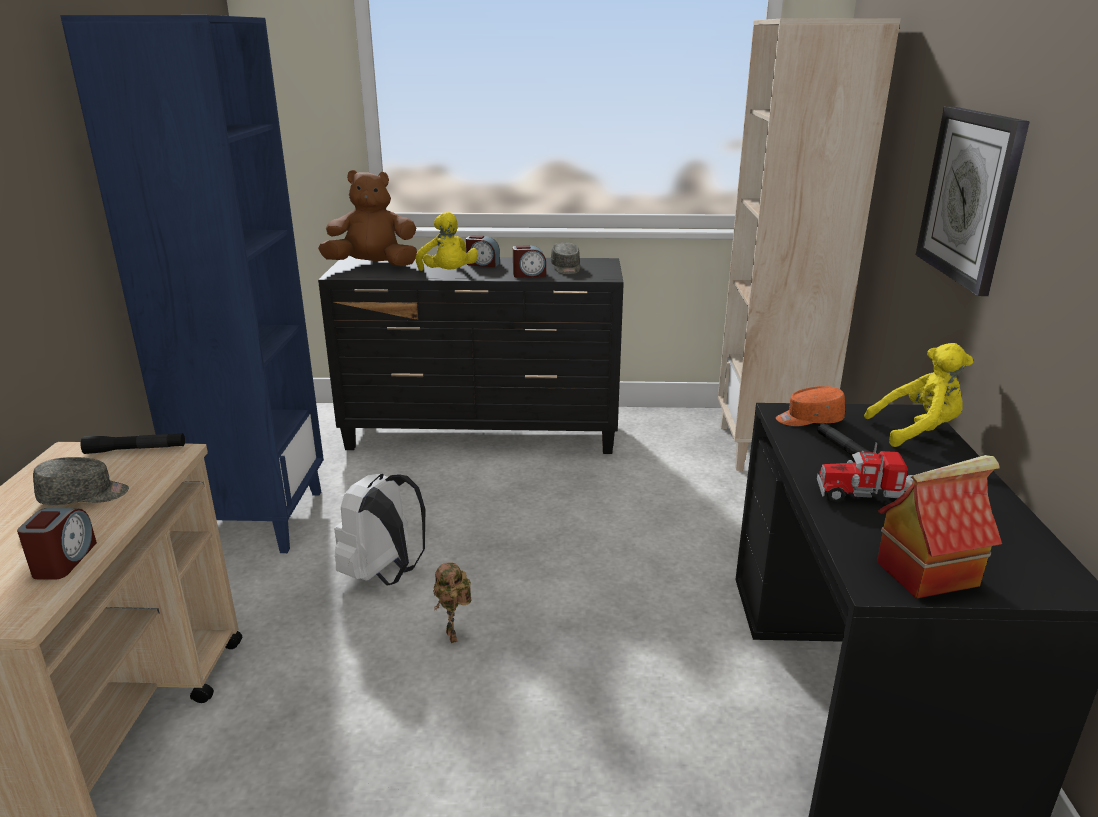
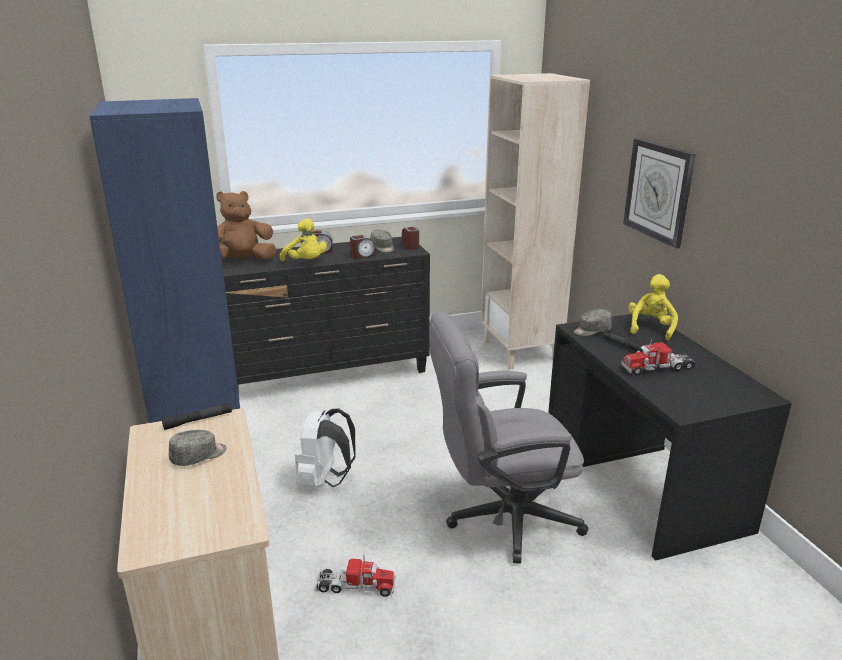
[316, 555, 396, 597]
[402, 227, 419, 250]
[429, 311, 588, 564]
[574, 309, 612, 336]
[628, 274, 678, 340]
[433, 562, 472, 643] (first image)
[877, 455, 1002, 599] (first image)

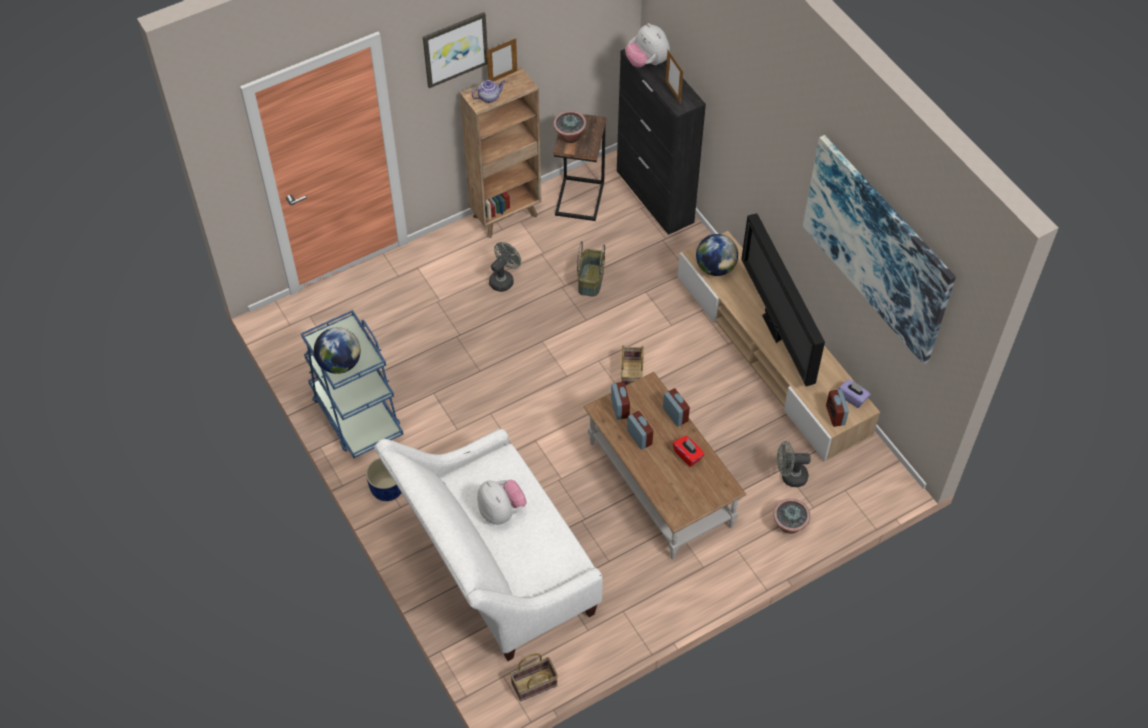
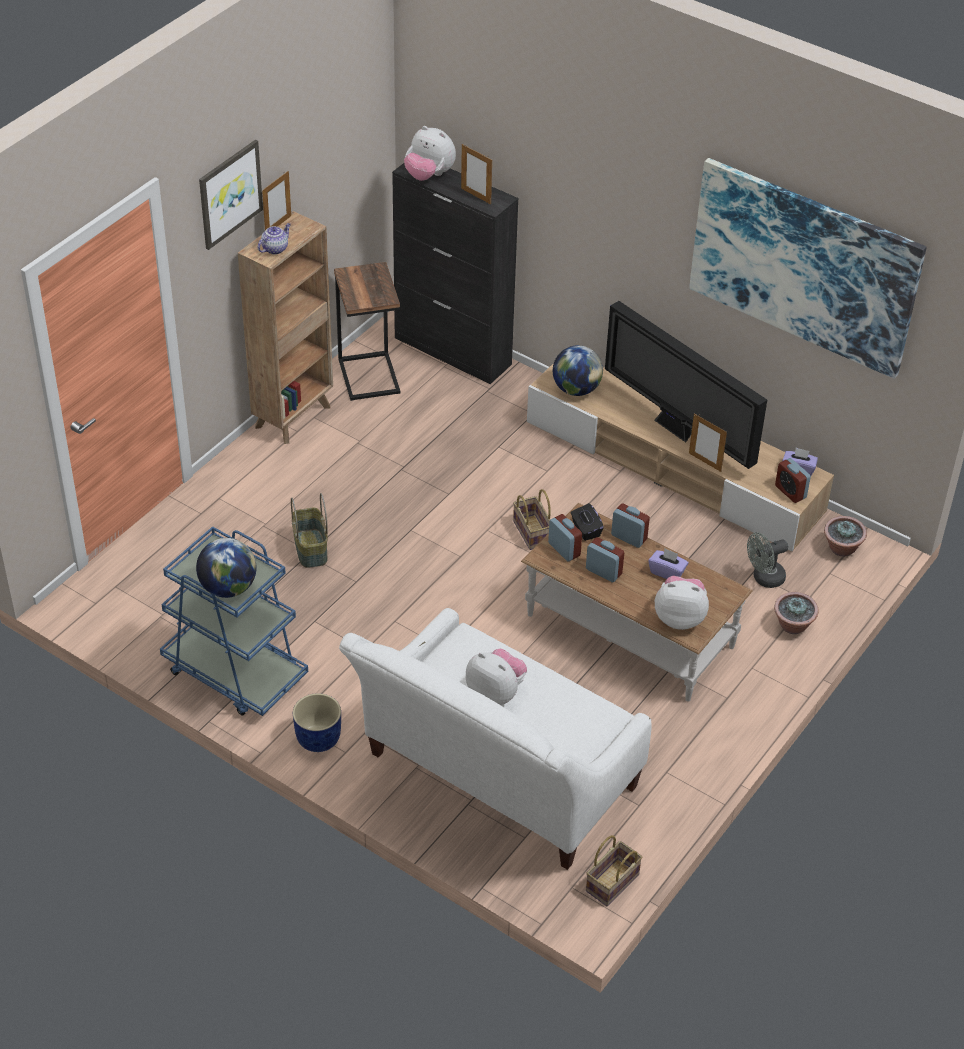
[291, 493, 328, 568]
[571, 503, 604, 541]
[648, 548, 689, 579]
[655, 576, 709, 630]
[689, 414, 727, 472]
[824, 516, 867, 557]
[489, 242, 521, 292] (first image)

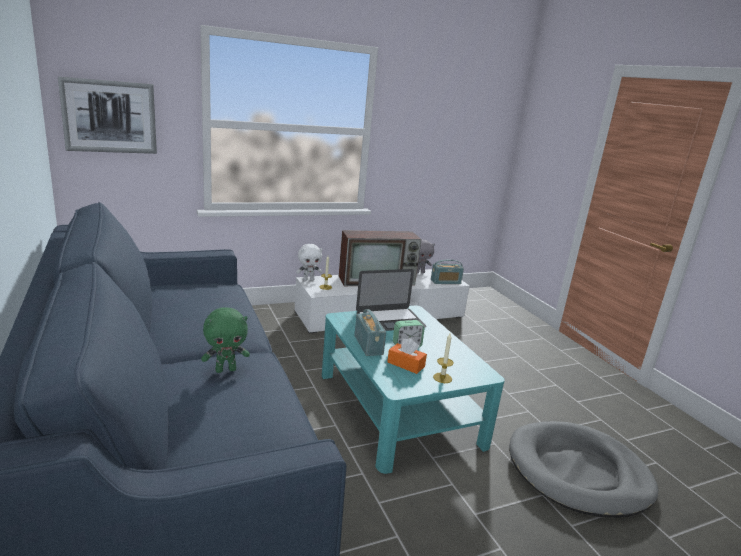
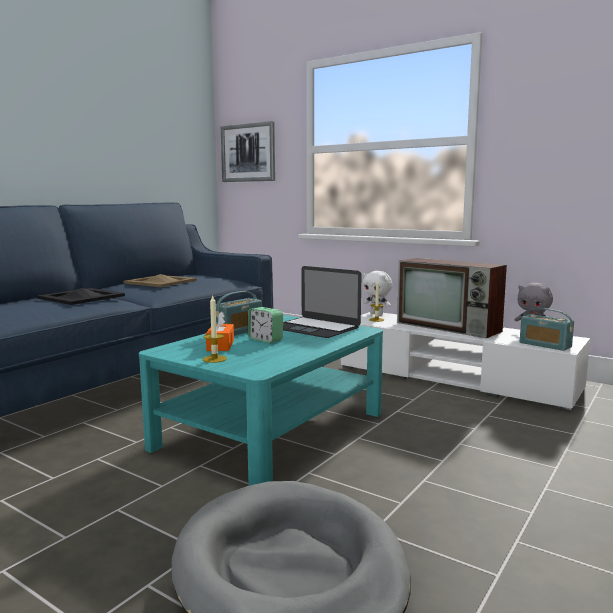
[37, 288, 125, 305]
[124, 274, 197, 287]

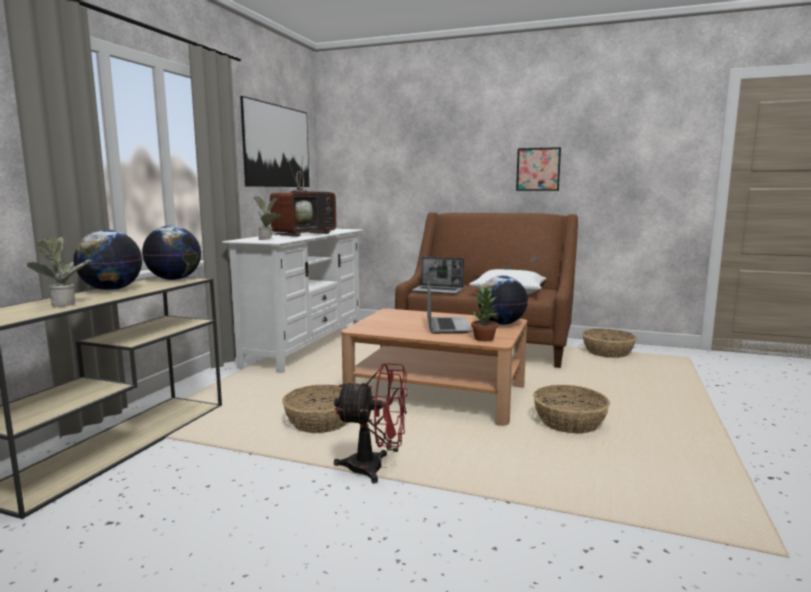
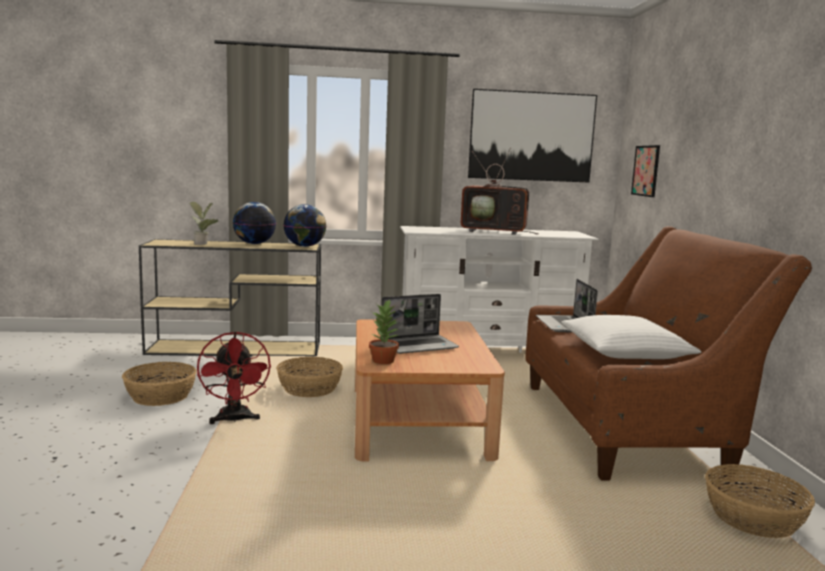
[122, 362, 197, 406]
[631, 145, 660, 197]
[254, 196, 283, 240] (first image)
[478, 276, 528, 325] (first image)

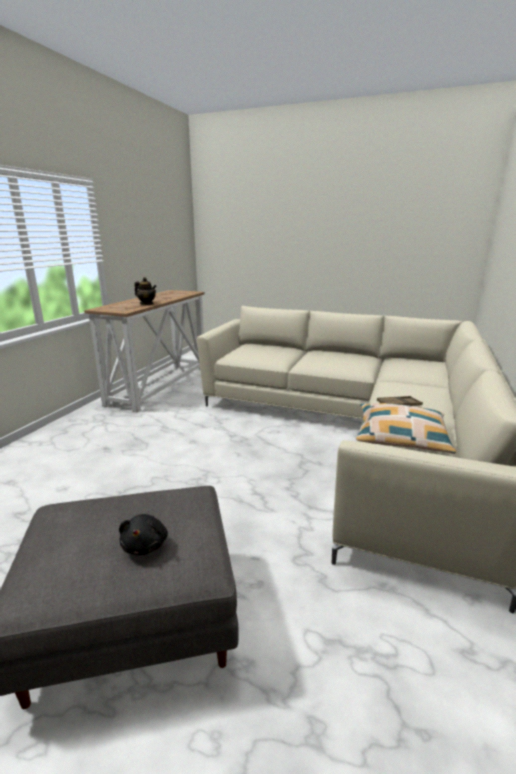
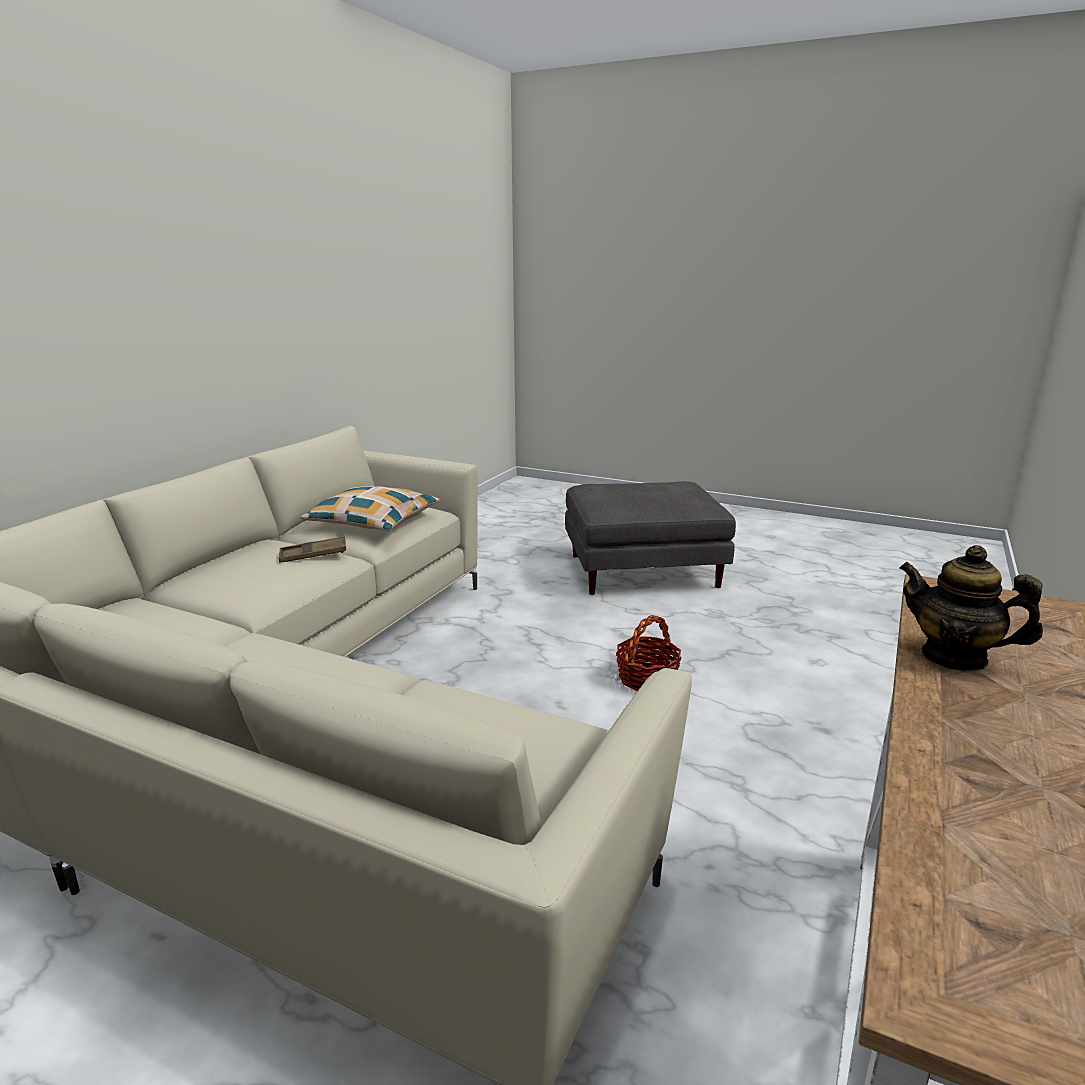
[616, 615, 681, 691]
[119, 514, 168, 555] (first image)

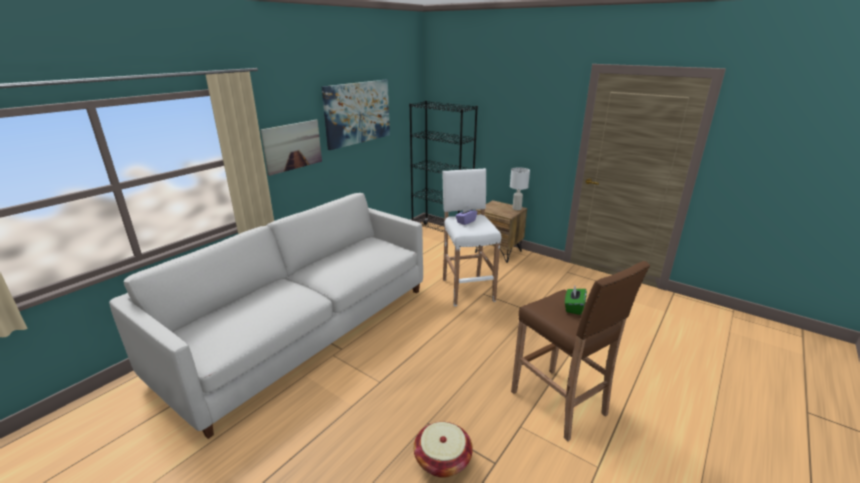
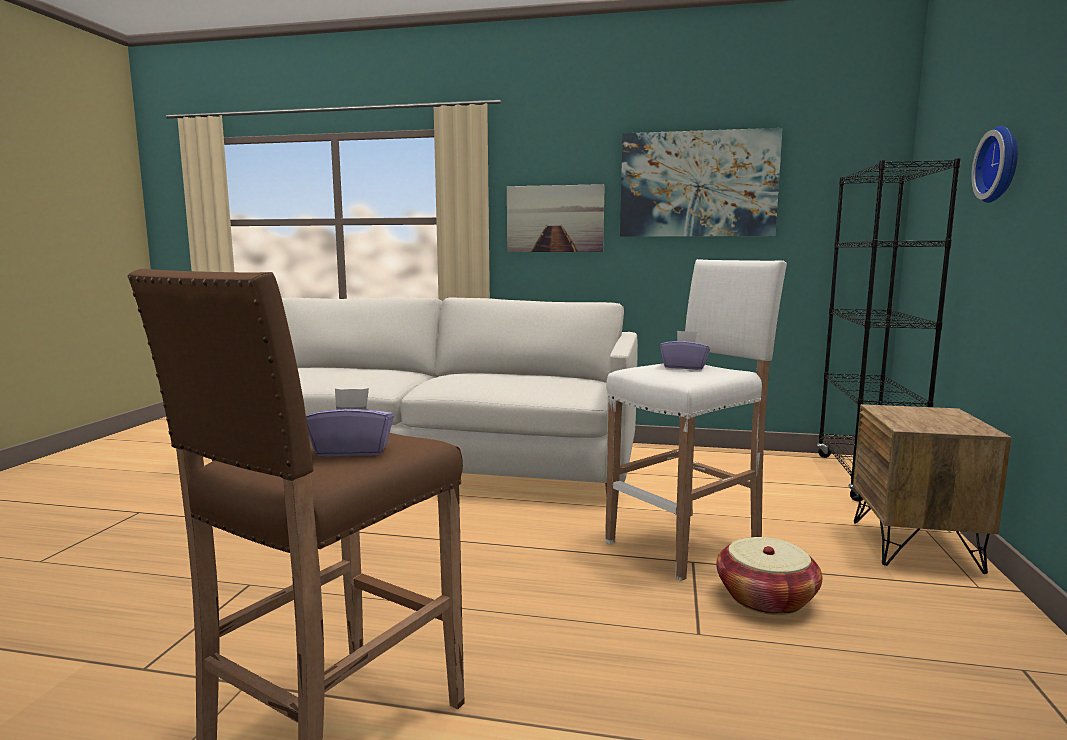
[306, 388, 394, 456]
[716, 537, 822, 615]
[971, 126, 1018, 203]
[510, 167, 530, 210] (first image)

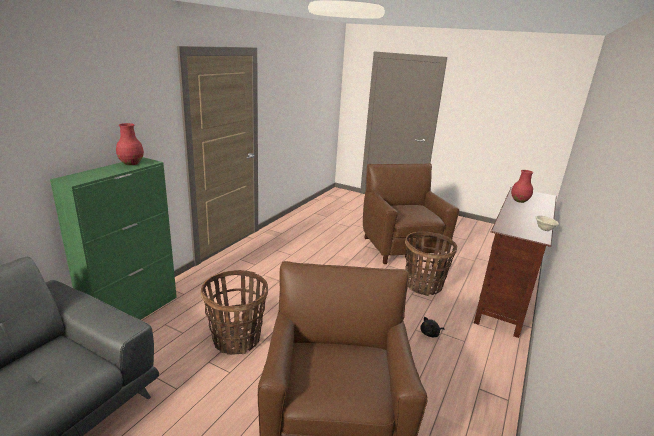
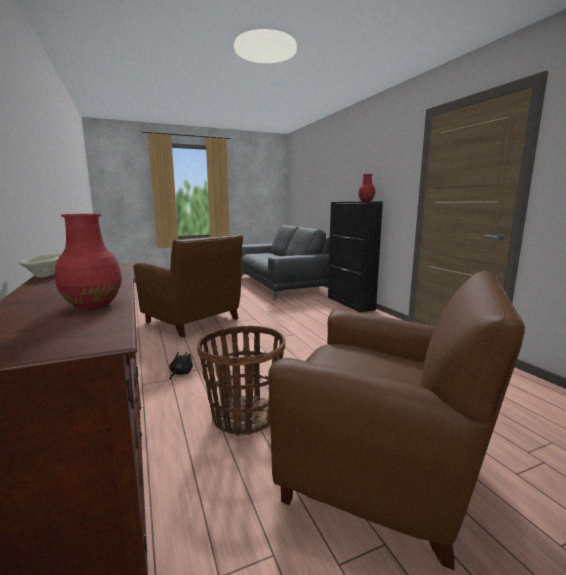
[328, 201, 383, 312]
[201, 270, 268, 355] (first image)

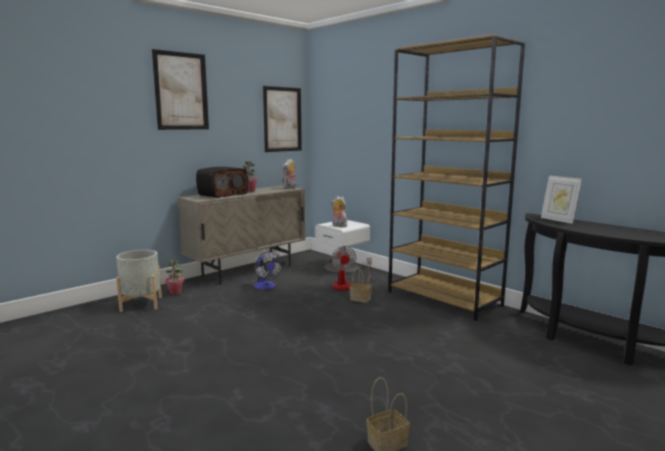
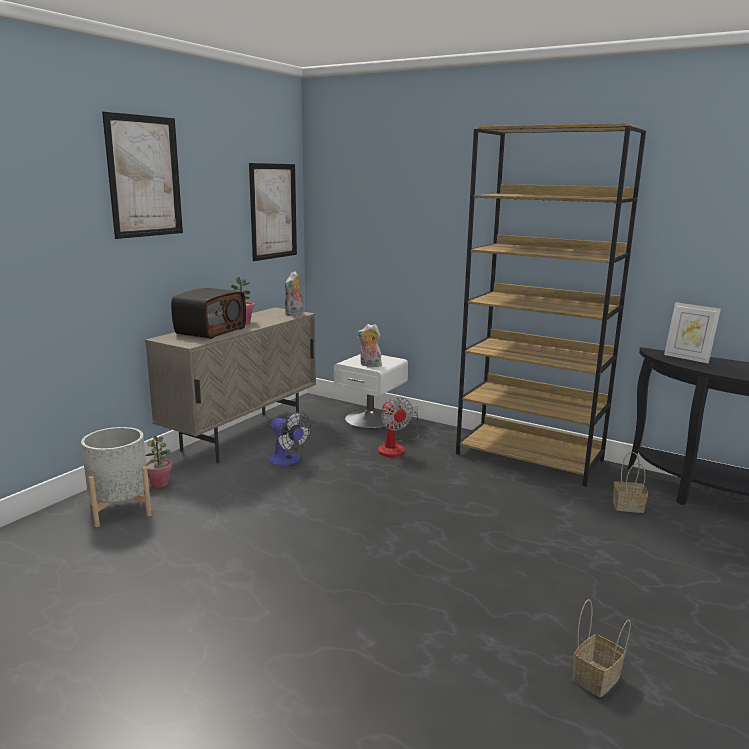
[613, 452, 648, 513]

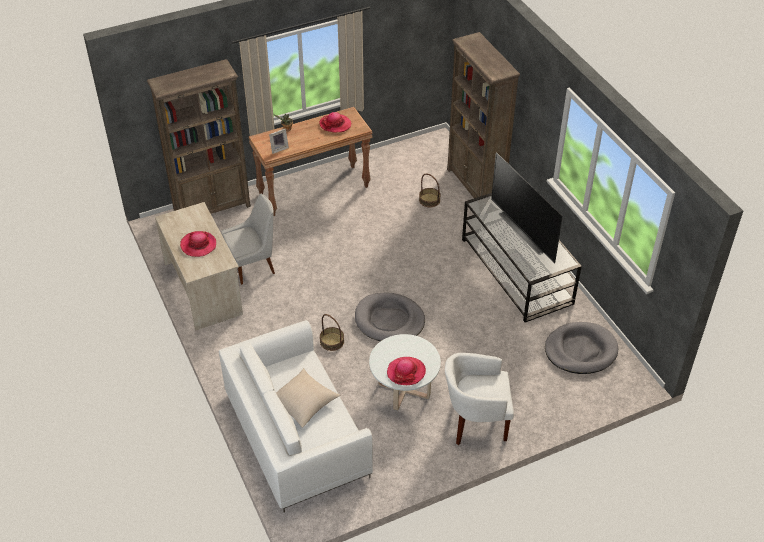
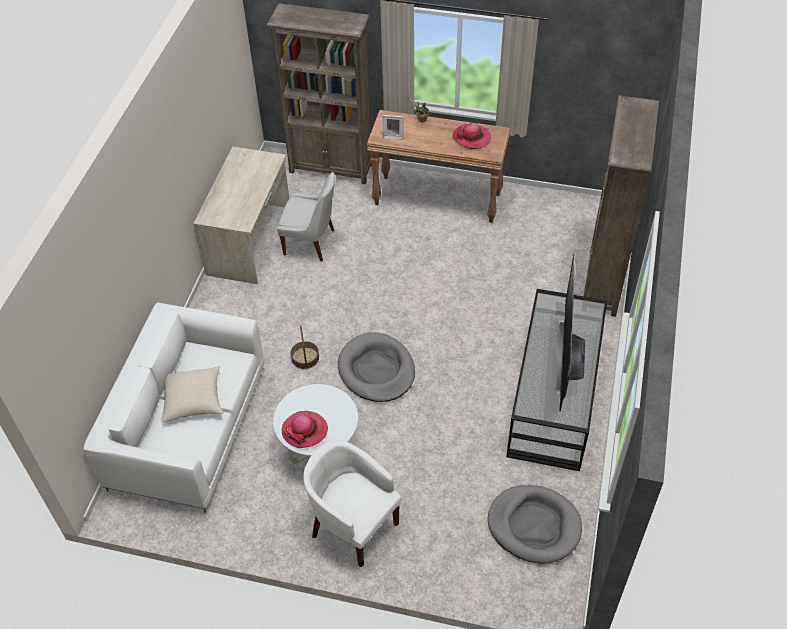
[180, 231, 216, 257] (first image)
[419, 174, 441, 207] (first image)

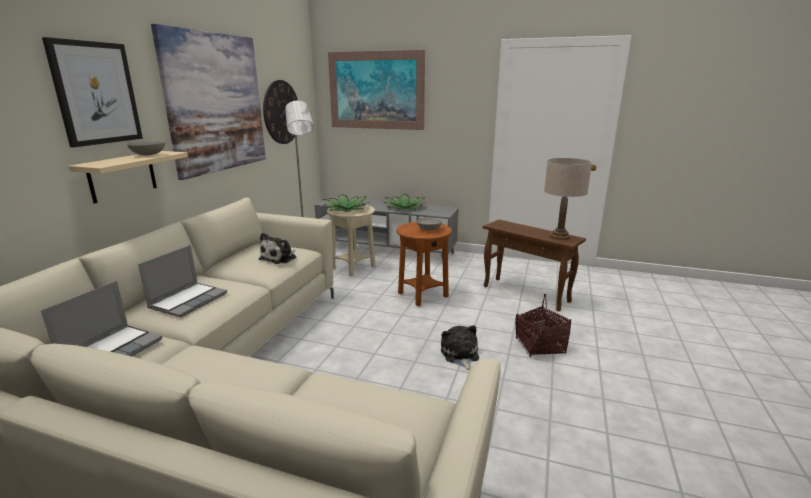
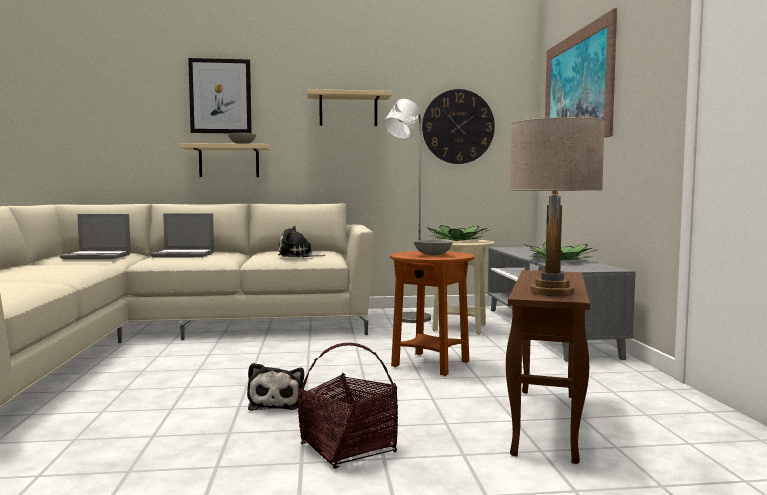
[247, 363, 304, 411]
[307, 89, 392, 126]

